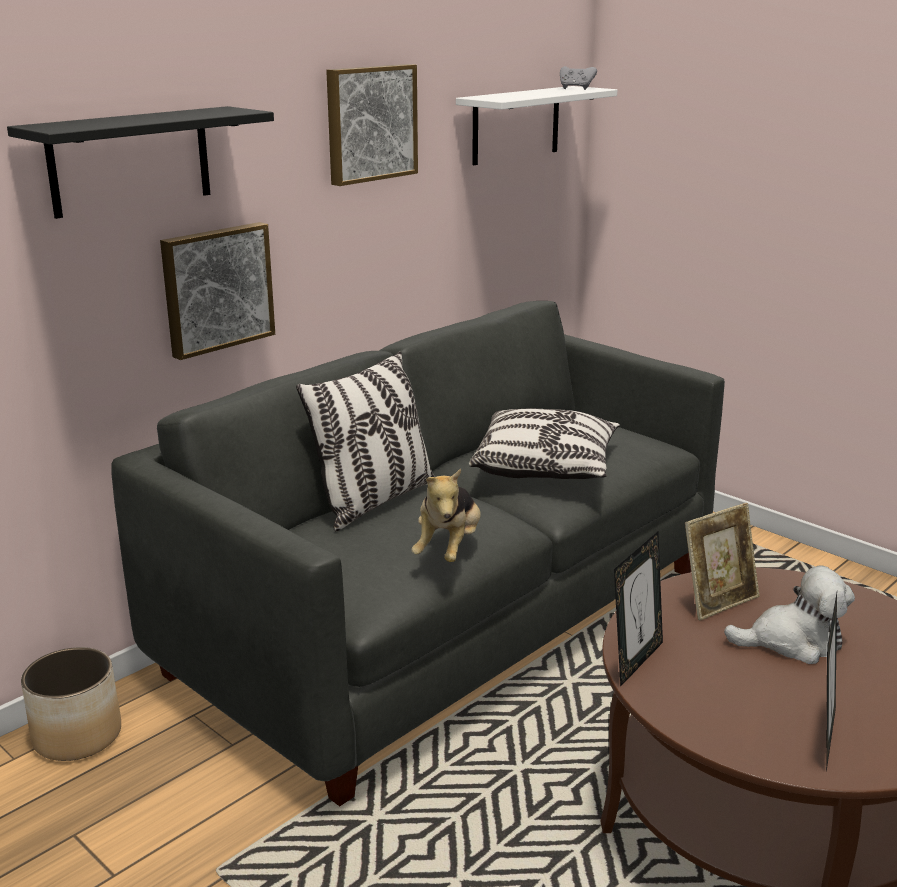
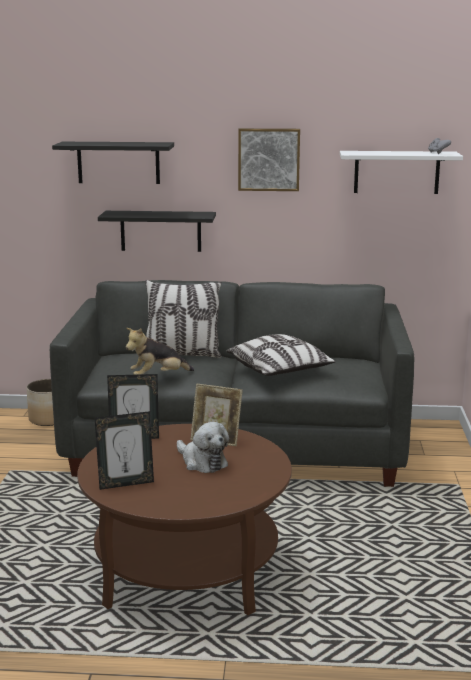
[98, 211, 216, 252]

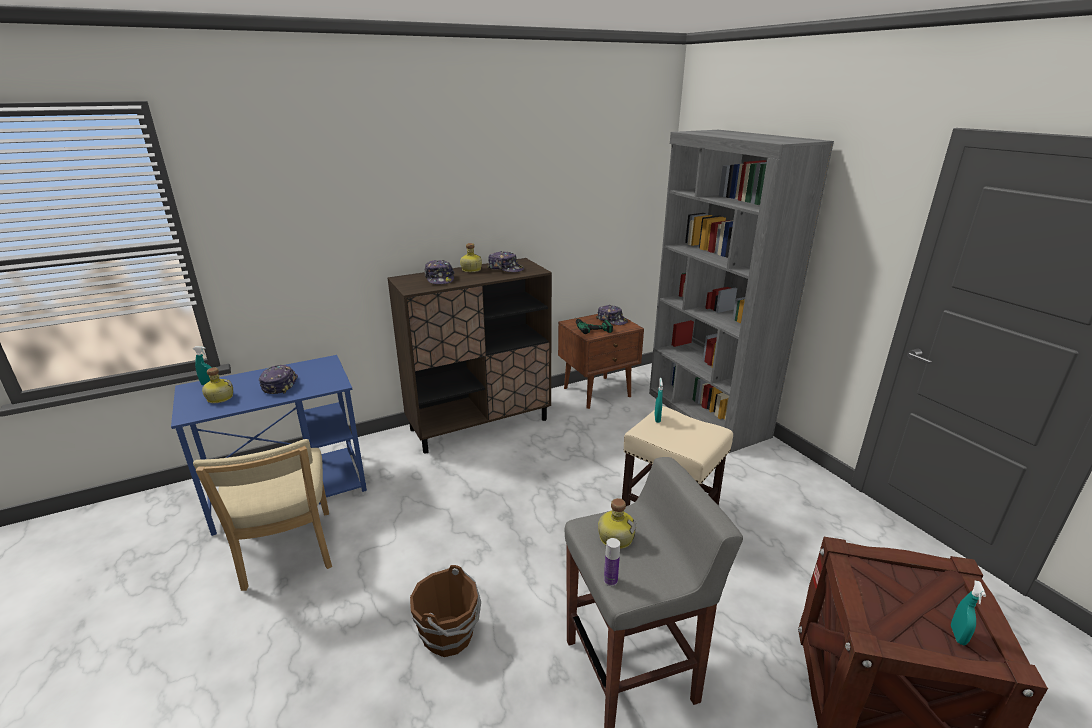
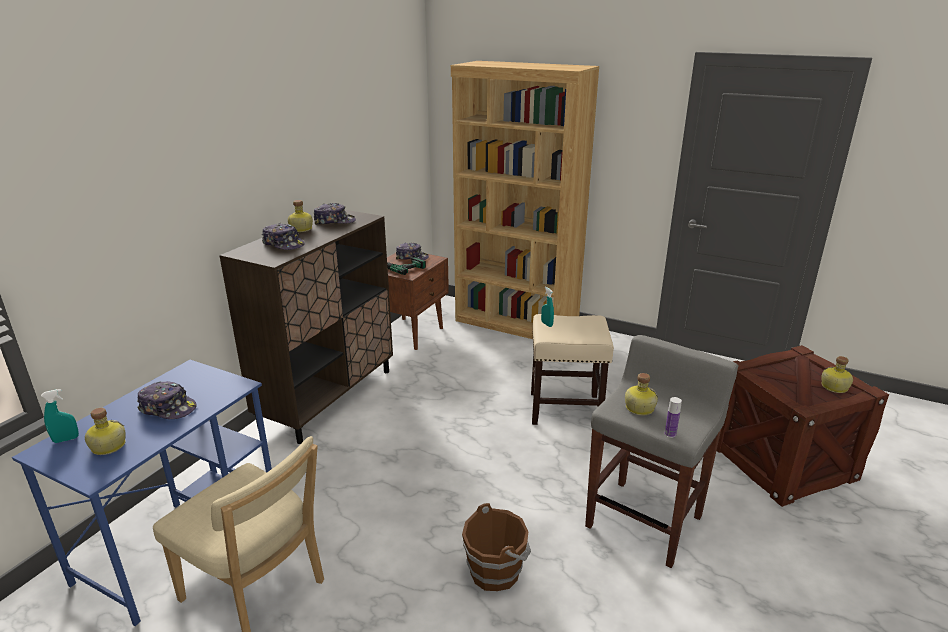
[137, 381, 197, 419]
[451, 61, 599, 339]
[821, 356, 853, 393]

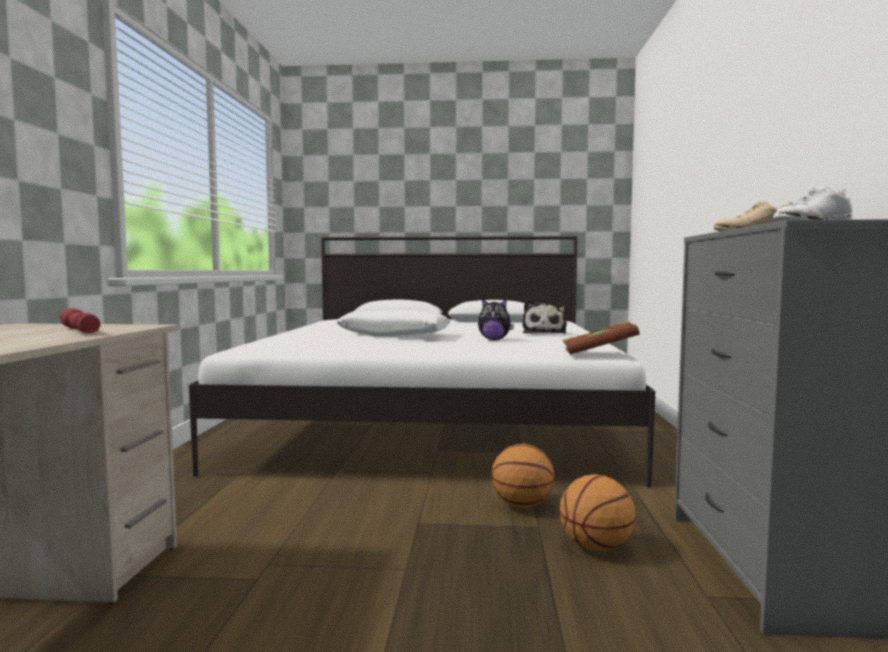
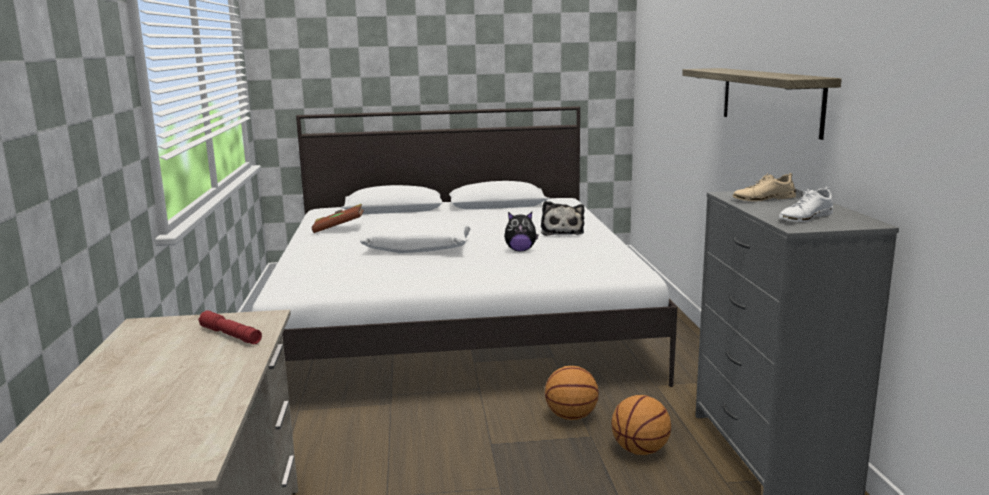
[311, 204, 364, 233]
[682, 68, 842, 140]

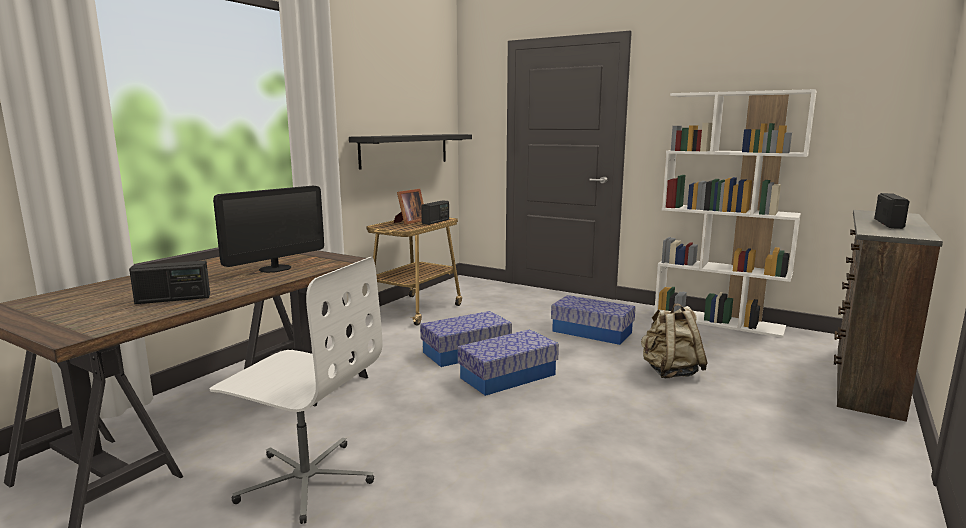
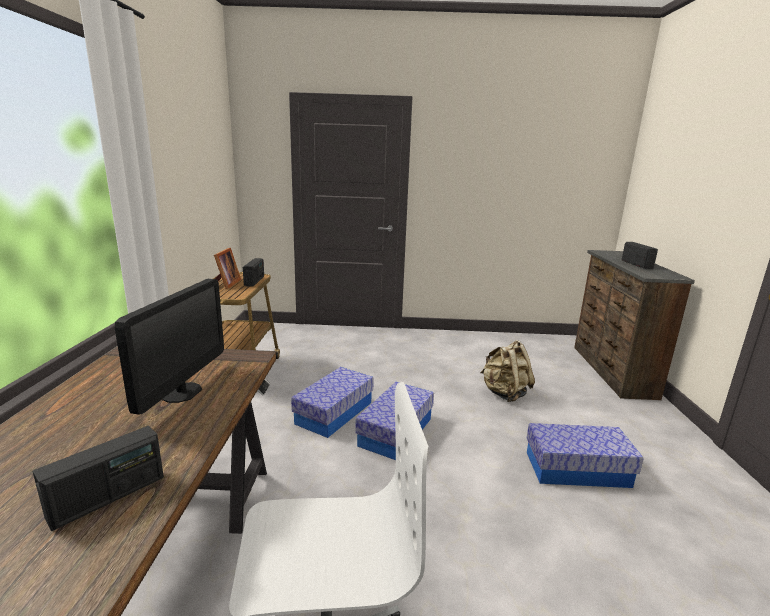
[527, 423, 644, 488]
[349, 134, 472, 170] (first image)
[654, 89, 817, 338] (first image)

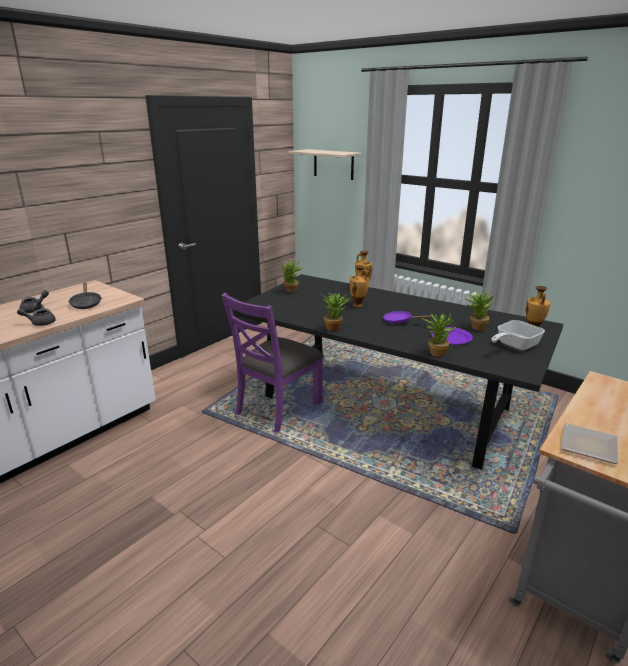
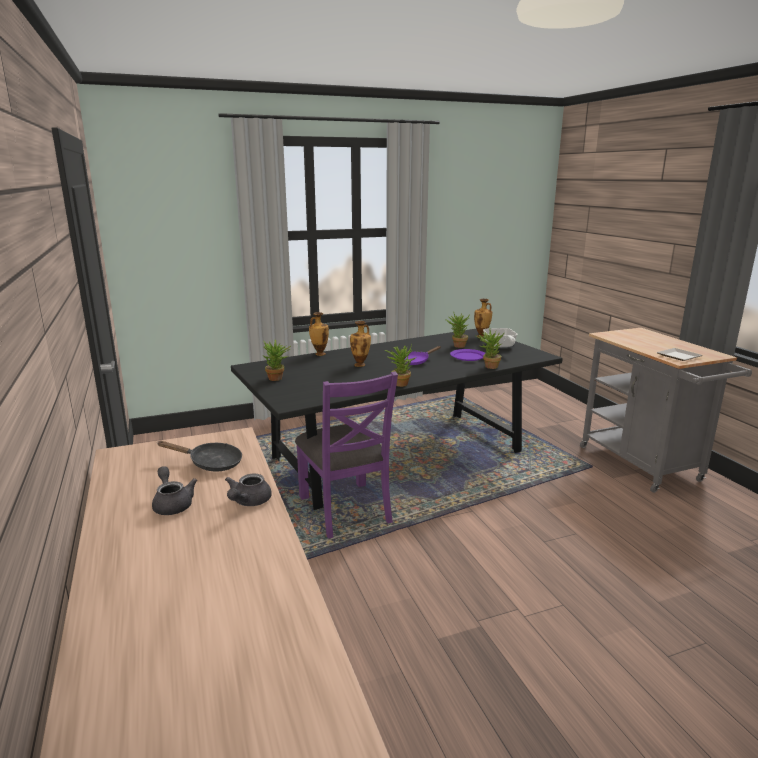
[288, 149, 362, 180] (first image)

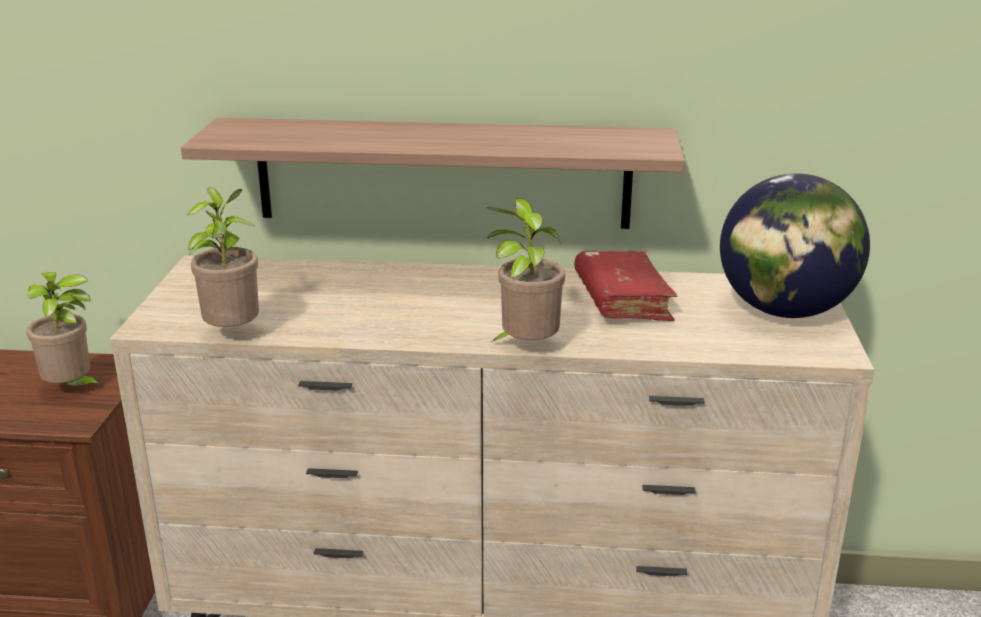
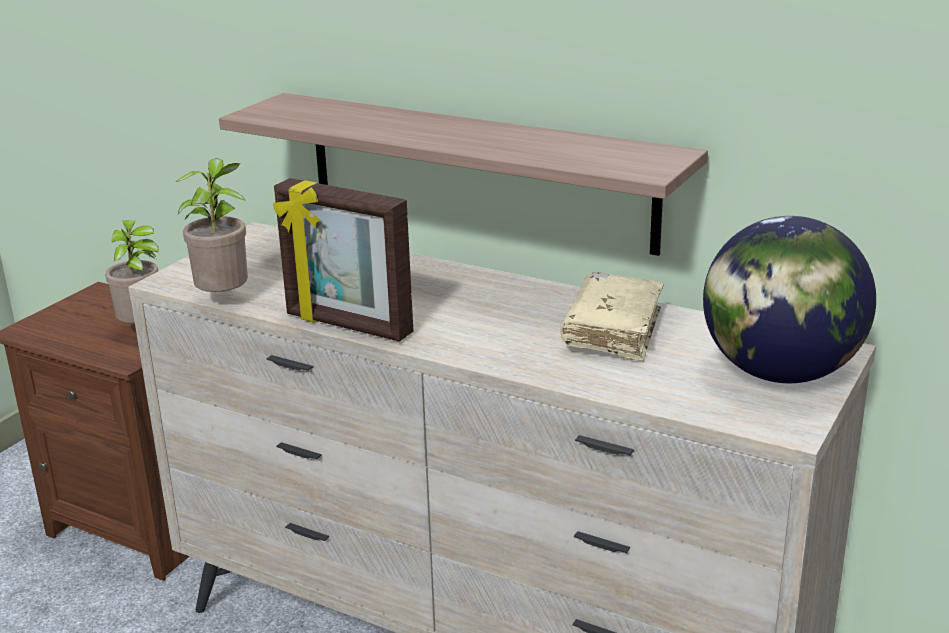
[273, 178, 413, 341]
[560, 272, 664, 361]
[487, 198, 565, 341] (first image)

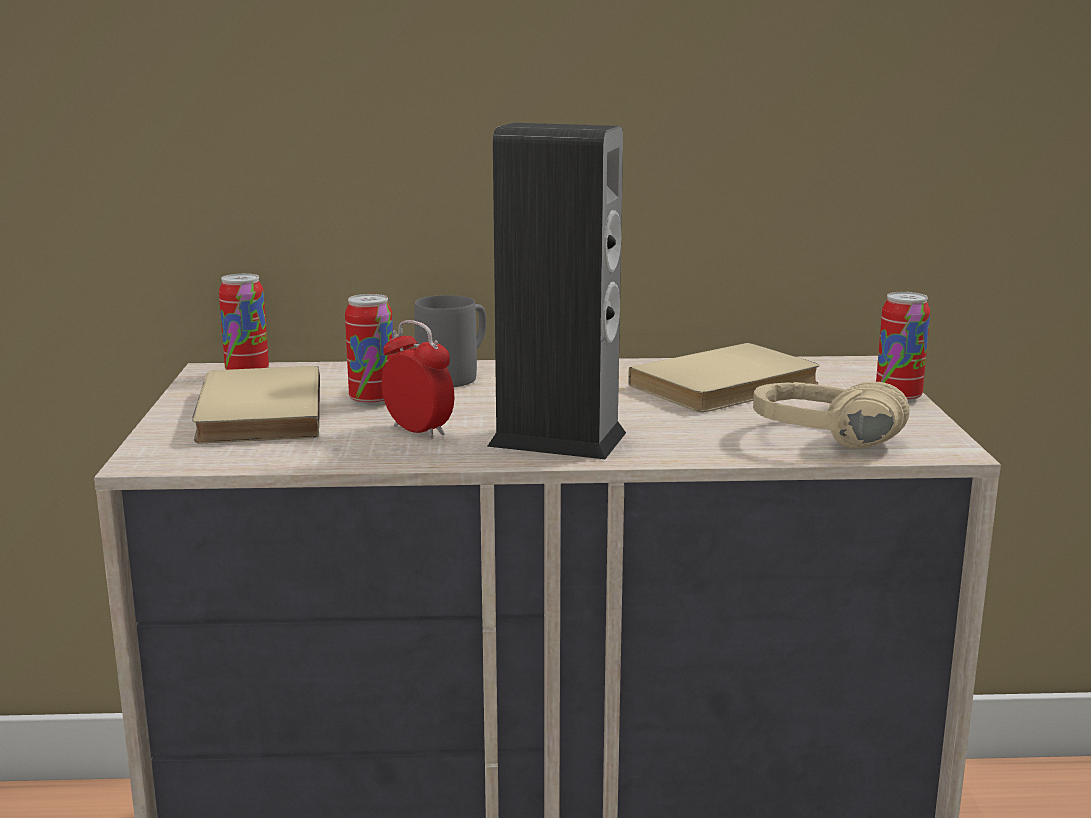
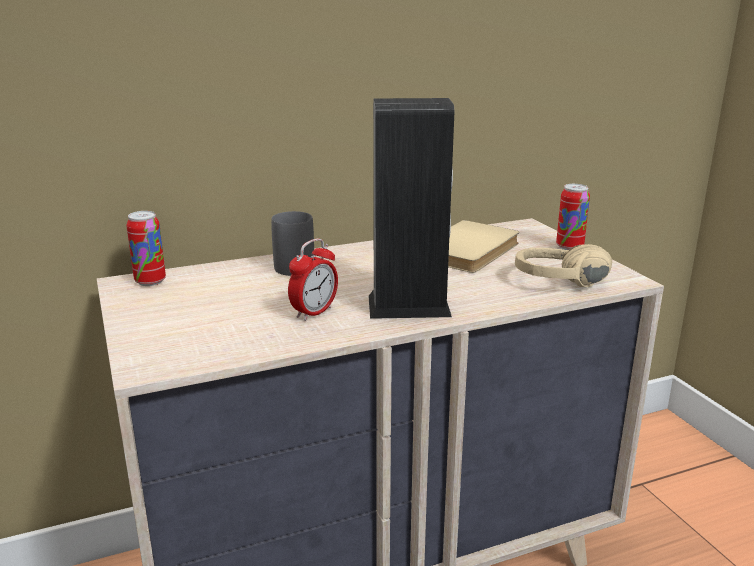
[288, 238, 338, 321]
[192, 366, 320, 444] (first image)
[345, 294, 394, 406] (first image)

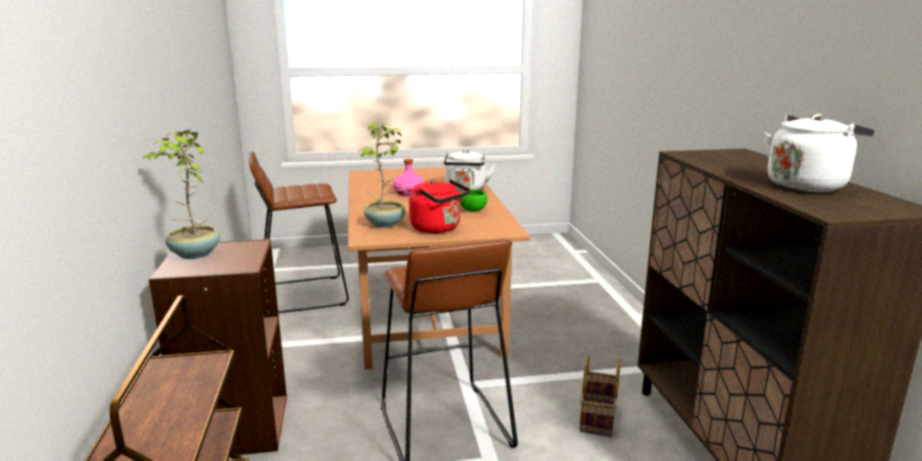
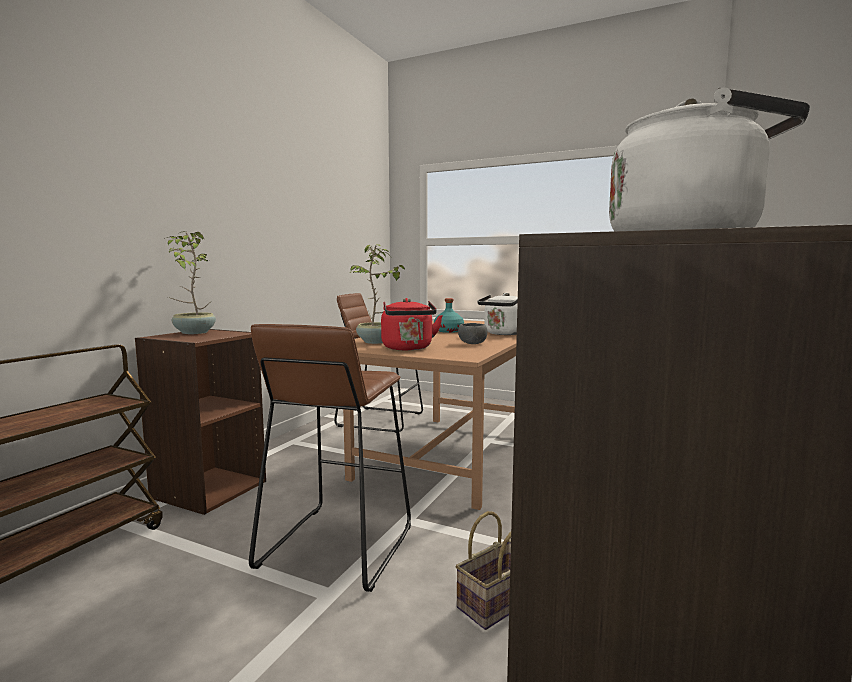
[434, 298, 464, 333]
[458, 323, 488, 344]

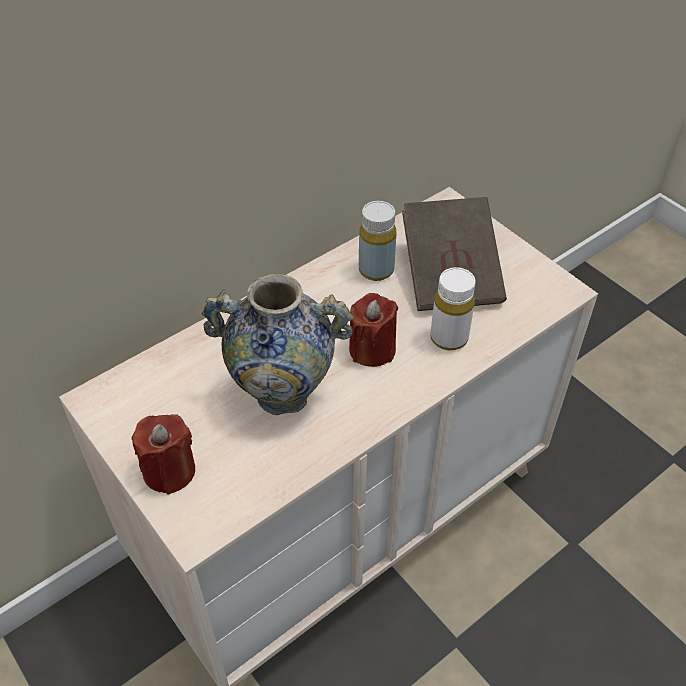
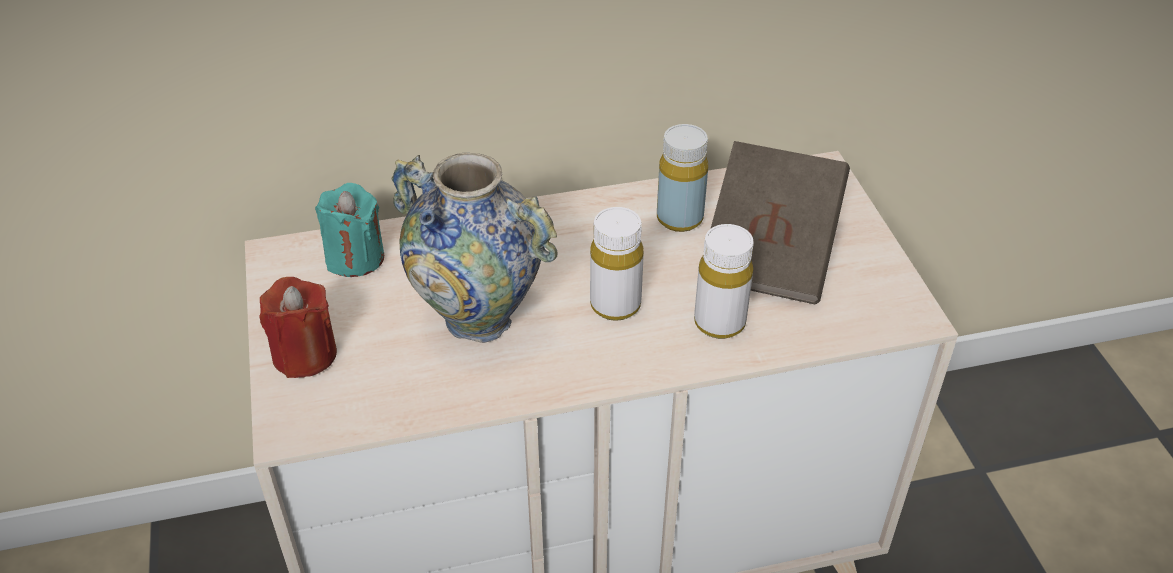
[315, 183, 384, 277]
[590, 207, 644, 321]

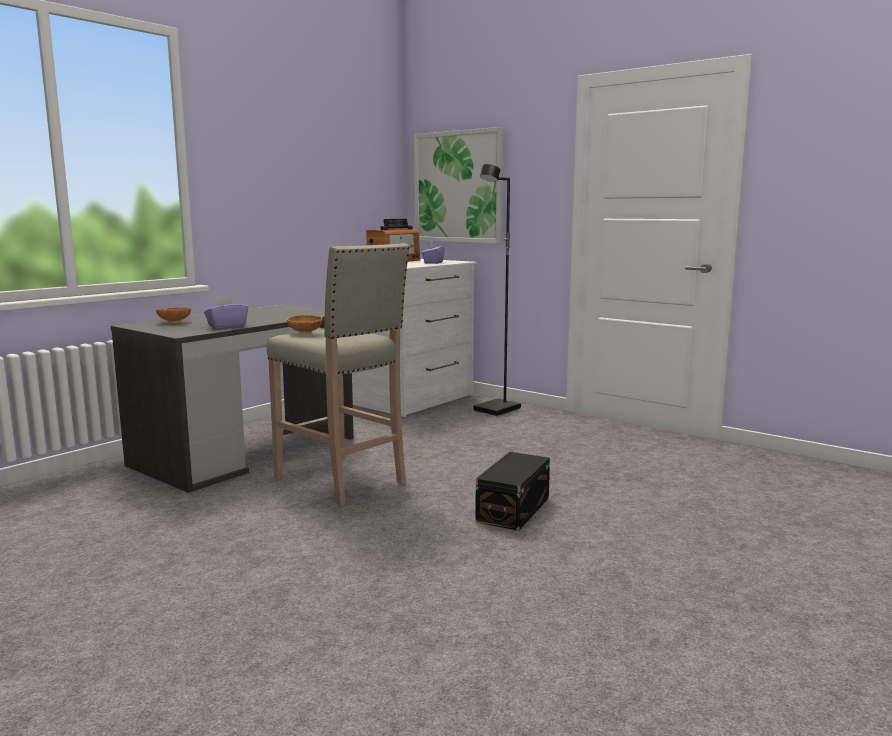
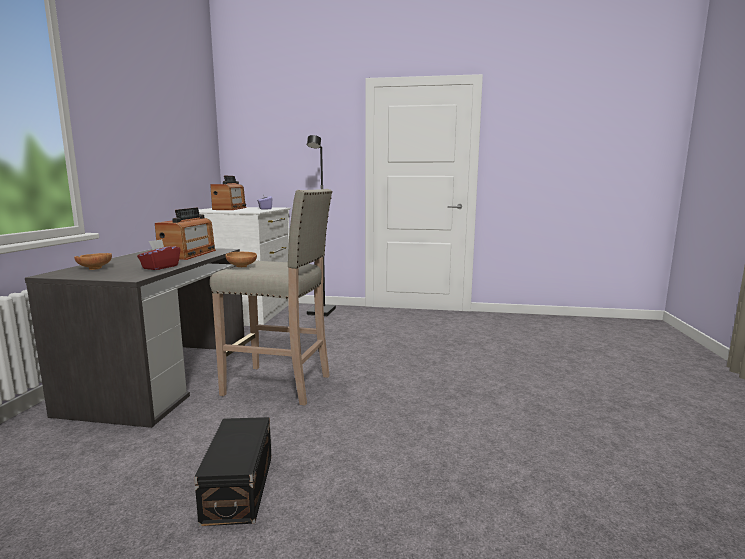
[137, 239, 180, 270]
[155, 208, 216, 260]
[194, 417, 271, 526]
[414, 127, 504, 243] (first image)

